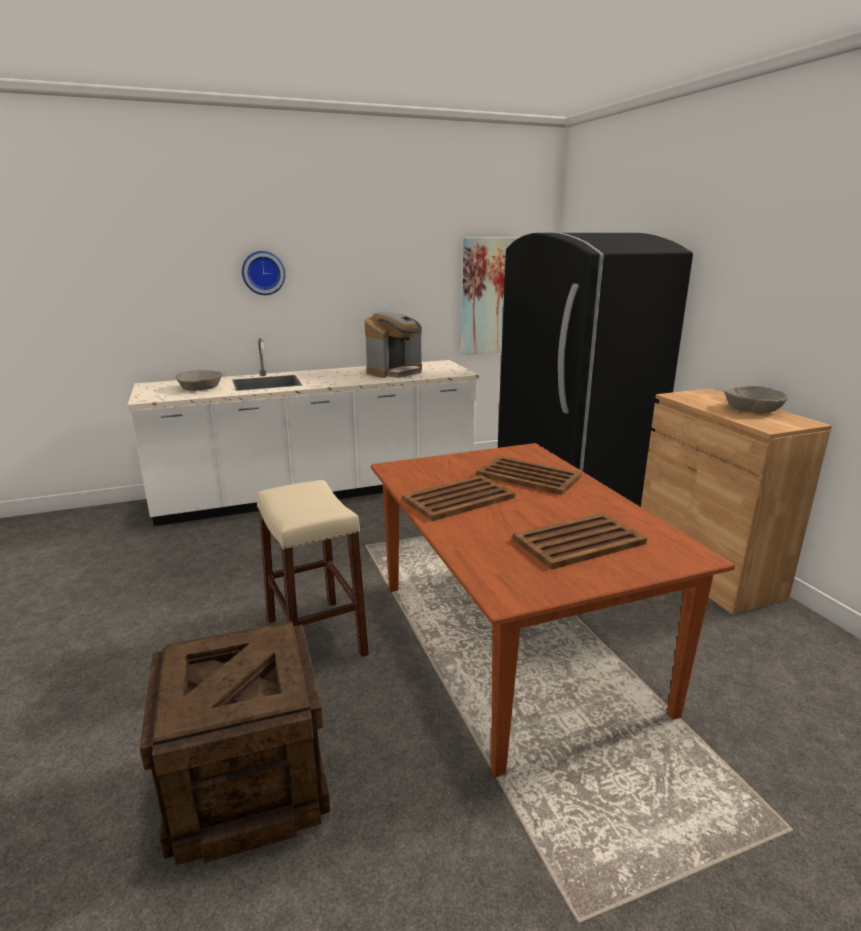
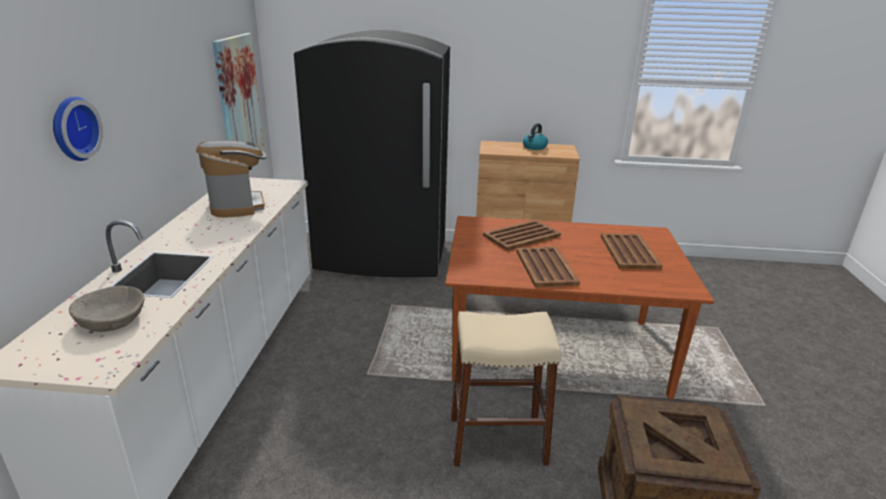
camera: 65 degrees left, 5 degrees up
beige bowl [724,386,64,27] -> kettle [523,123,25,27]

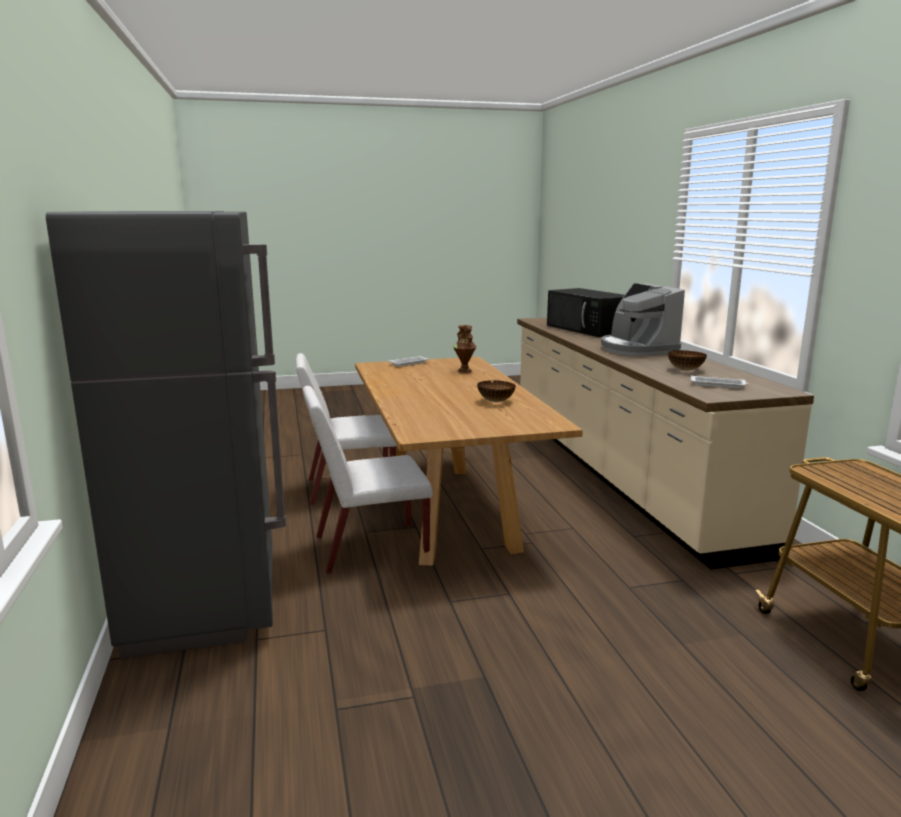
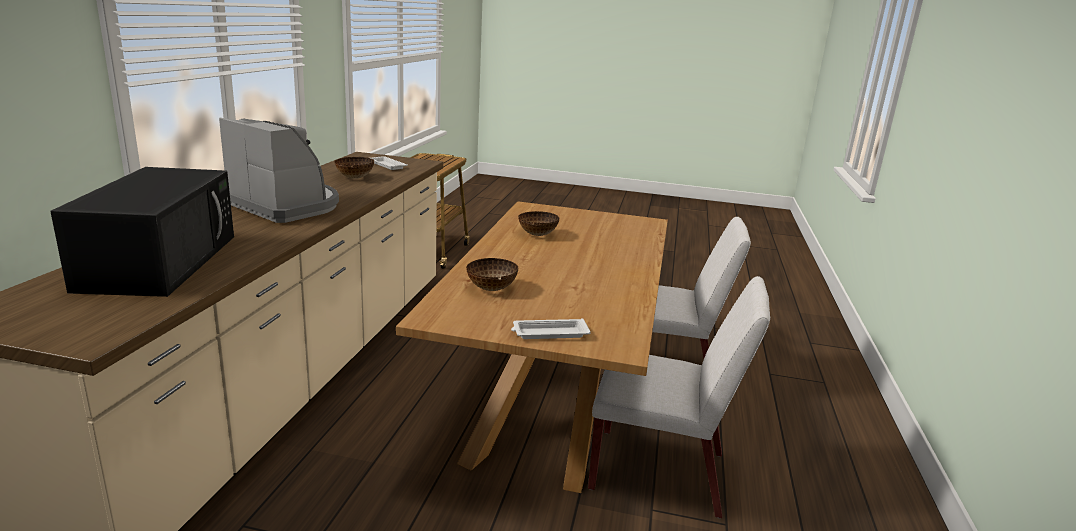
camera: 155 degrees left, 5 degrees up
grey fridge [46,211,240,448] -> none
brown vase [453,325,23,48] -> bowl [466,258,52,33]
coffee machine [601,283,84,73] -> coffee machine [219,118,120,105], 60 degrees counterclockwise

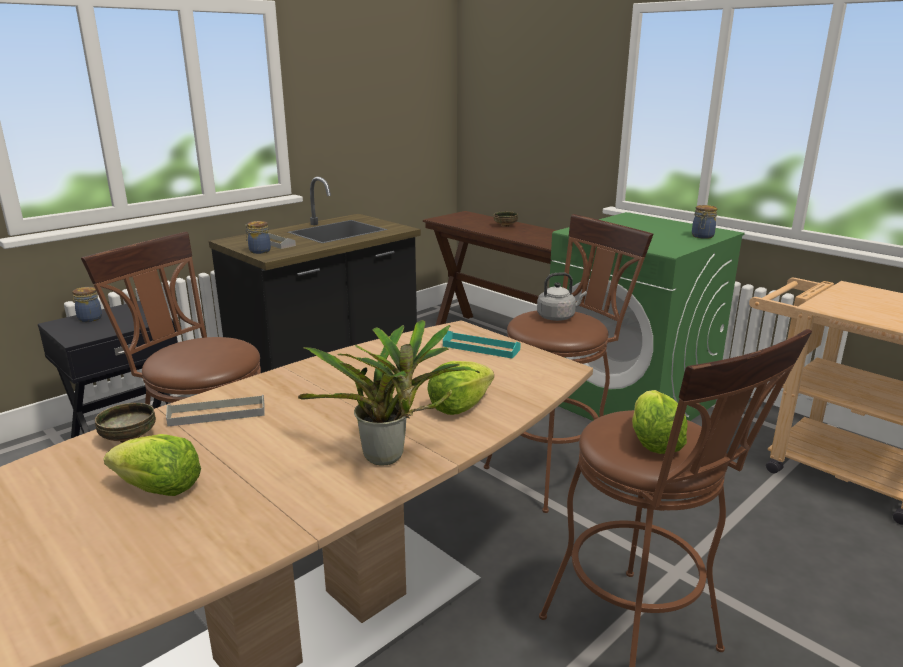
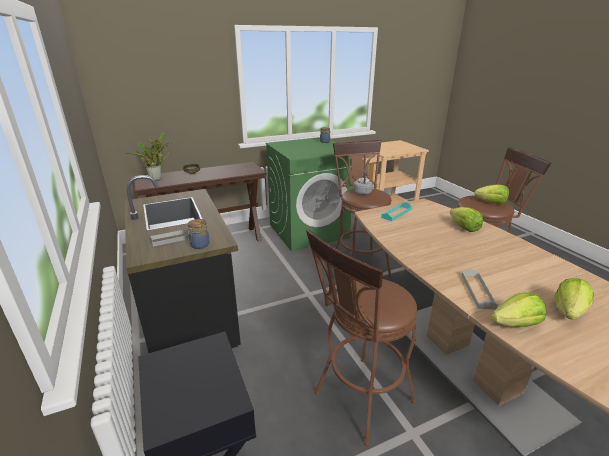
camera: 70 degrees left, 5 degrees up
jar [73,287,29,35] -> none
bowl [95,403,61,40] -> lettuce [491,292,55,35]
potted plant [298,320,182,146] -> potted plant [124,132,48,49], relocated

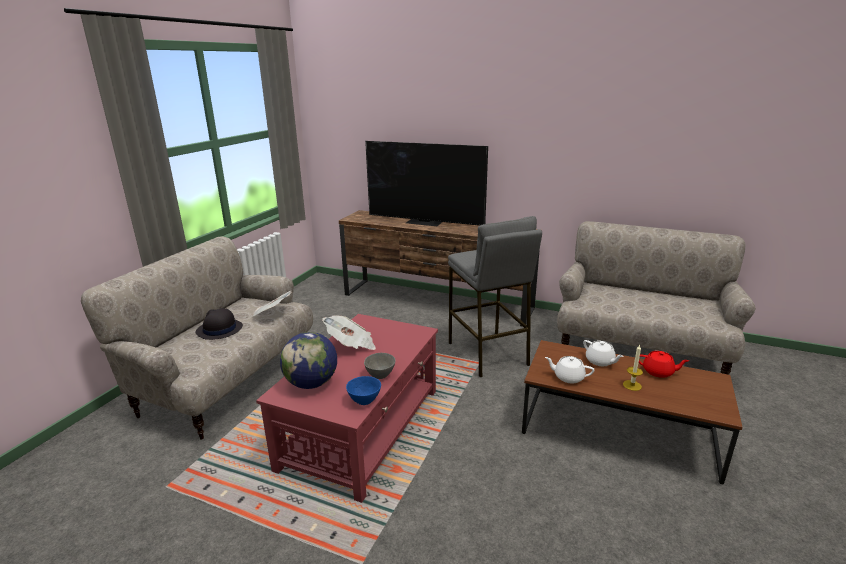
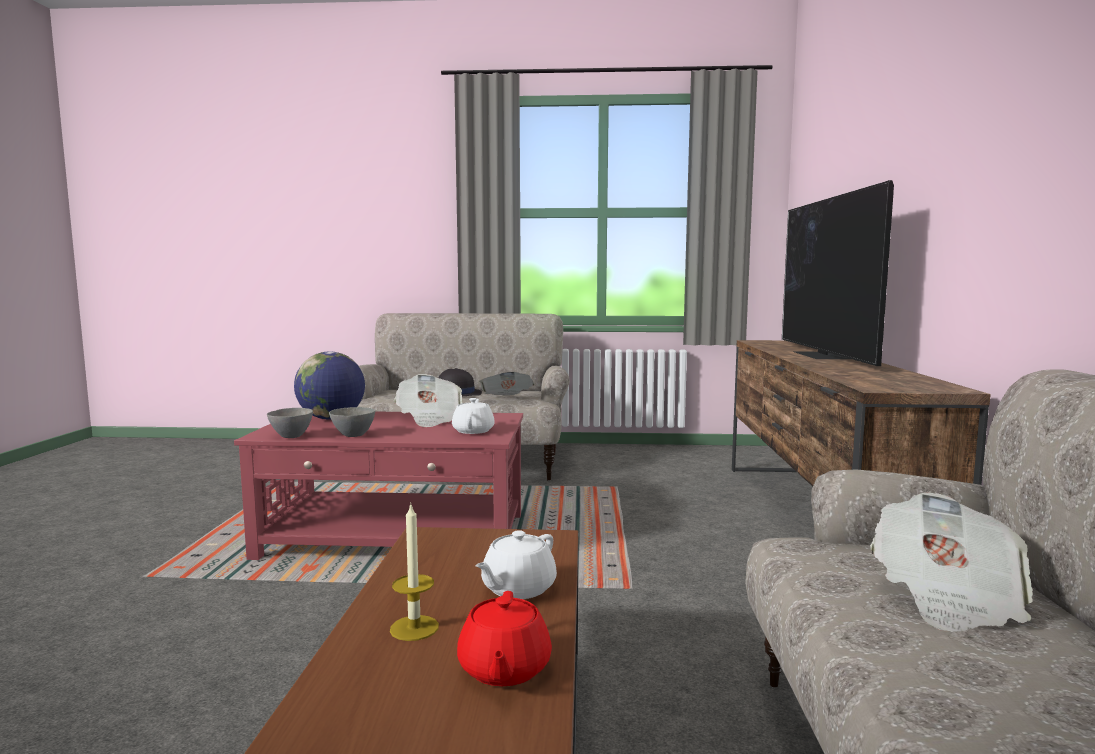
camera: 70 degrees right, 15 degrees down
blue bowl [346,376,35,29] -> grey bowl [267,408,46,30]
grey stool [448,216,94,161] -> none
white teapot [545,356,50,27] -> white teapot [452,398,43,36], relocated
none -> newspaper [870,493,163,139]

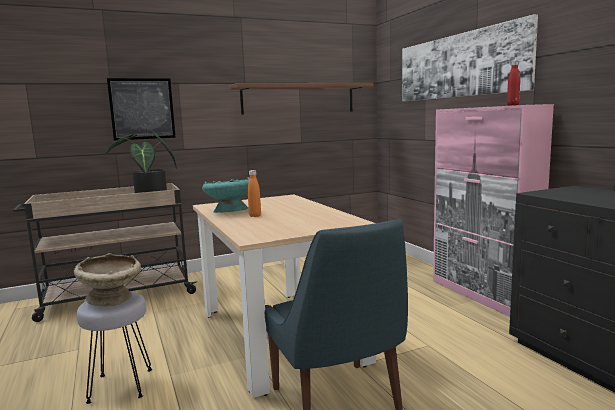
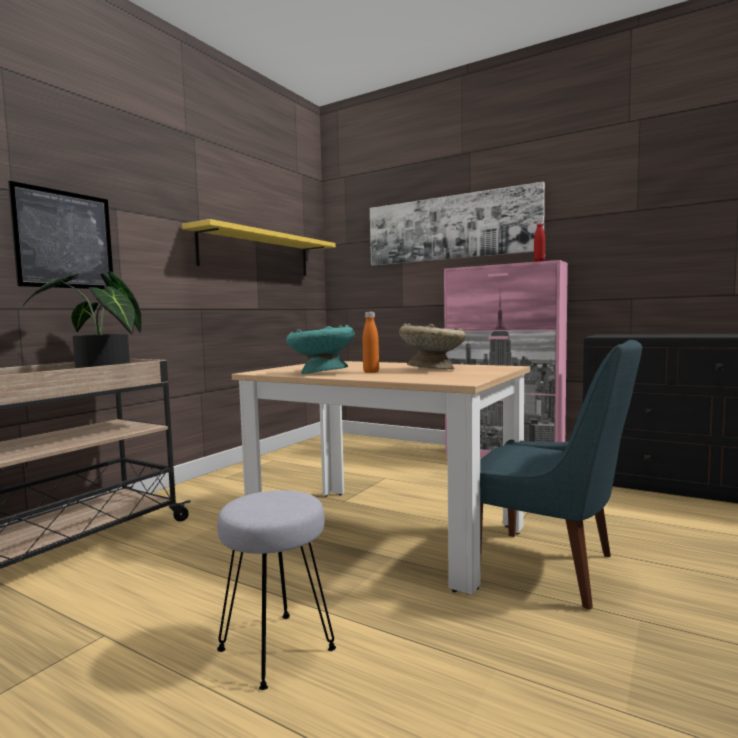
camera: 35 degrees left, 5 degrees down
beige bowl [74,253,67,54] -> beige bowl [399,323,67,47], relocated
brown shelf [229,83,145,32] -> yellow shelf [182,219,154,57]

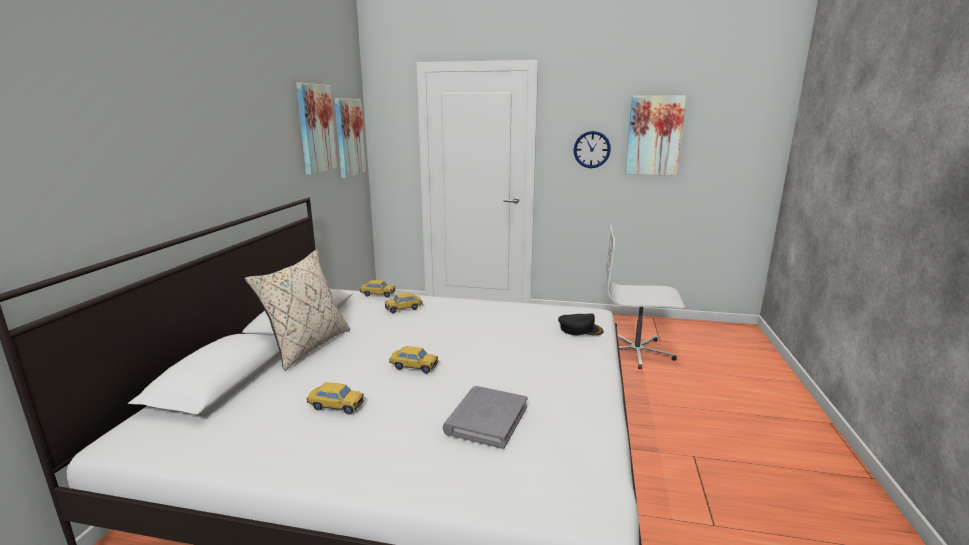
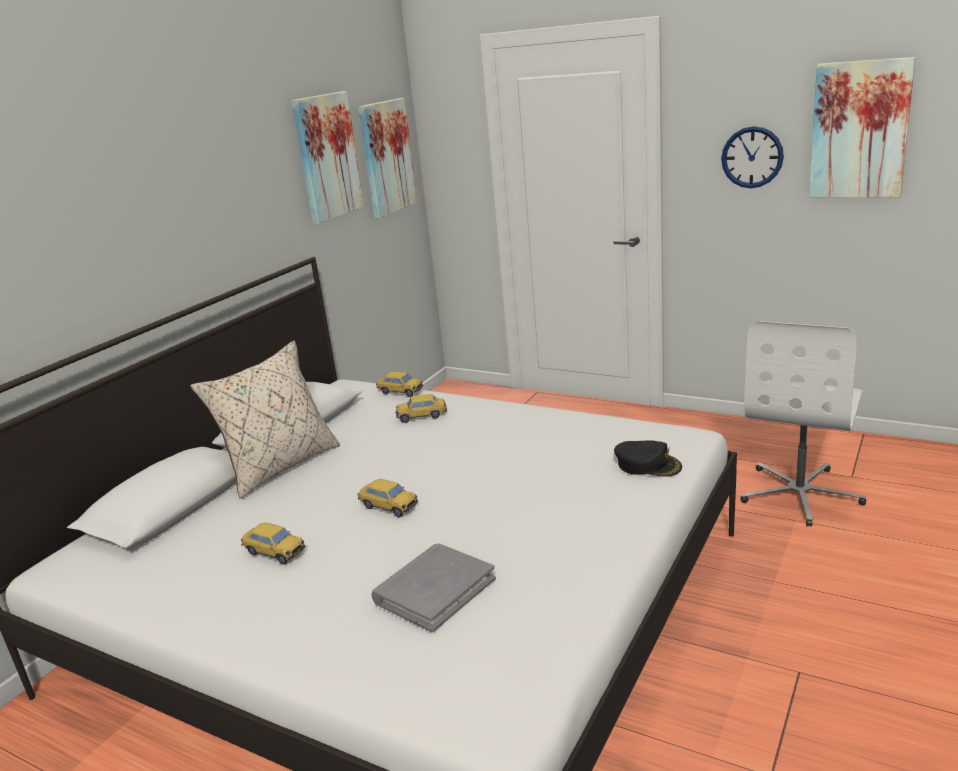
camera: 20 degrees right, 5 degrees up
white office chair [606,225,79,144] -> white office chair [741,321,125,206], 90 degrees counterclockwise

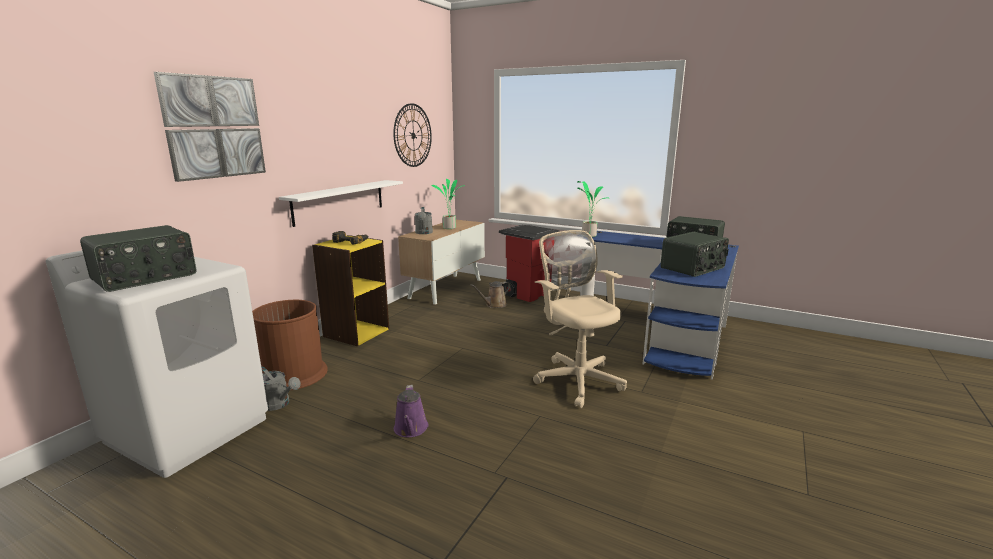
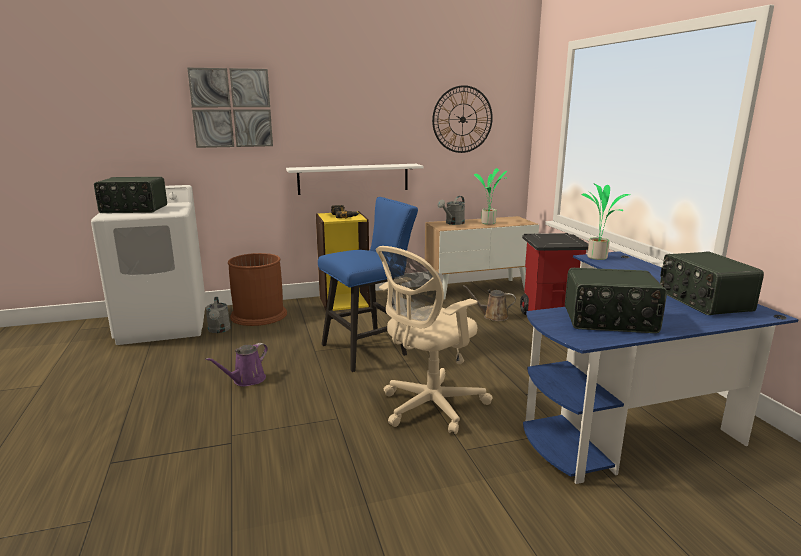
camera: 45 degrees right, 0 degrees up
beige office chair [533,230,94,178] -> beige office chair [376,246,117,188], 150 degrees counterclockwise
none -> blue stool [318,197,100,175]

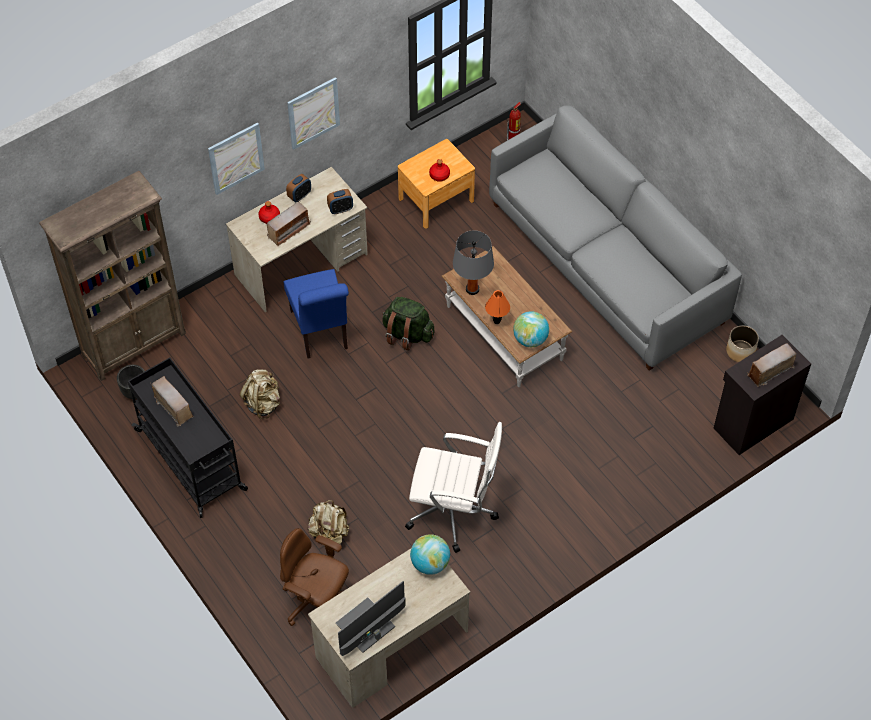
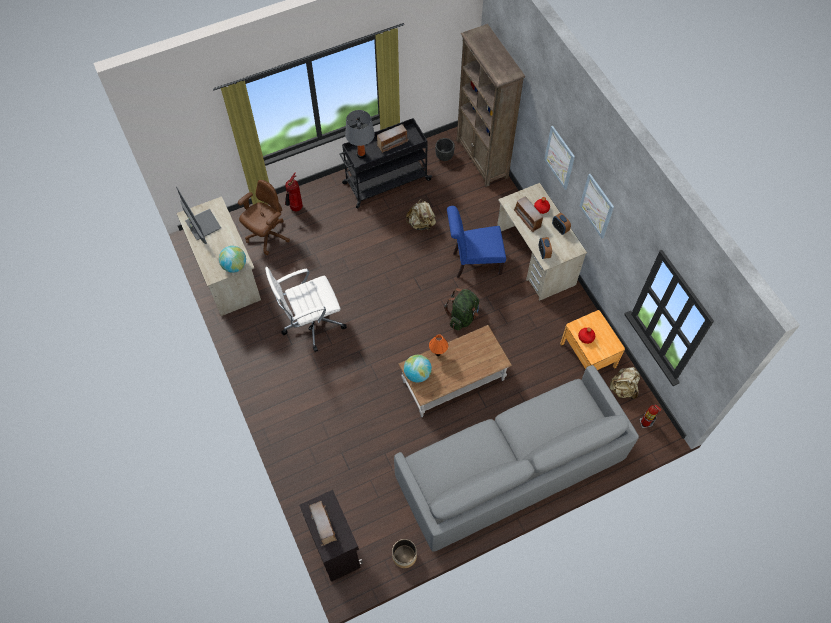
camera: 100 degrees right, 5 degrees up
beige backpack [308,500,41,44] -> beige backpack [610,367,30,32], relocated
white office chair [405,422,97,131] -> white office chair [265,267,82,85], 45 degrees clockwise
grey table lamp [453,230,41,65] -> grey table lamp [345,110,30,48], relocated
none -> fire extinguisher [285,173,18,39]

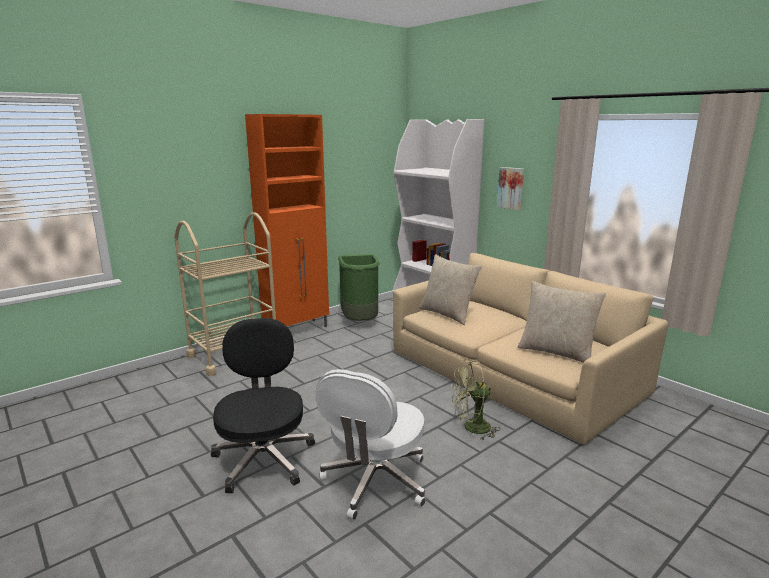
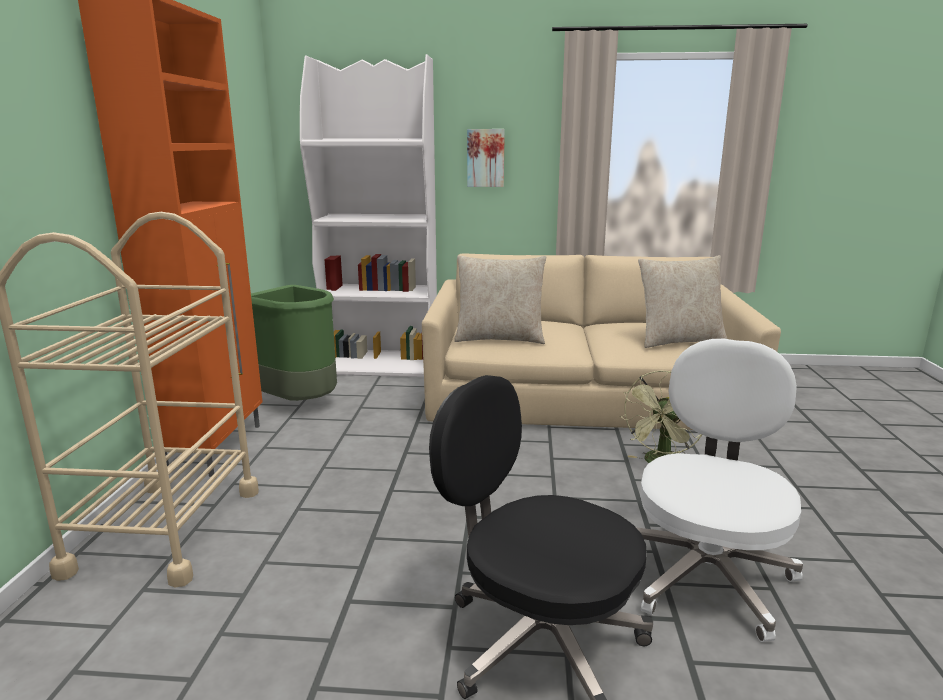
camera: 45 degrees left, 0 degrees up
white office chair [316,369,110,151] -> white office chair [636,339,167,303], 135 degrees counterclockwise

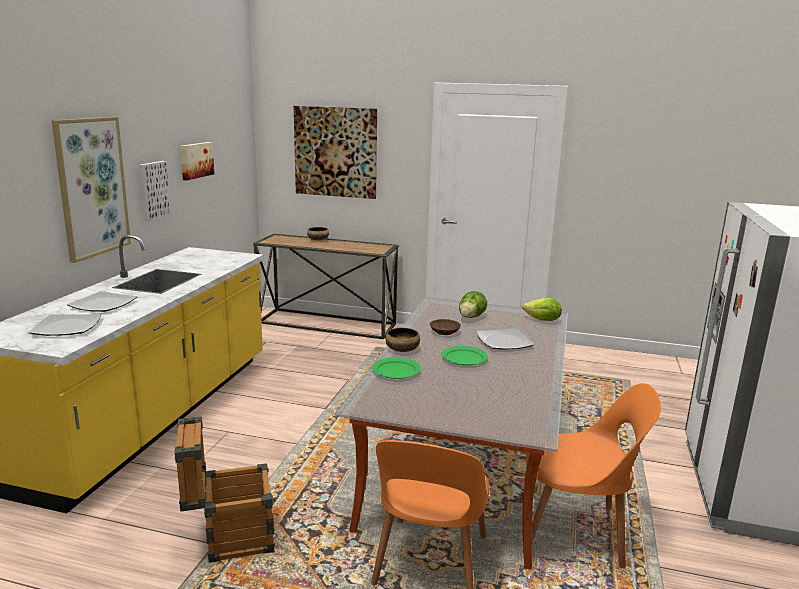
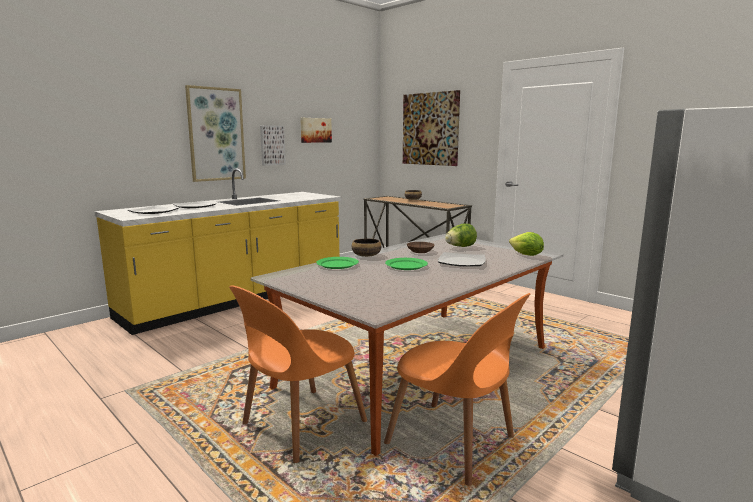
camera: 30 degrees right, 5 degrees down
crate [174,416,101,147] -> none

